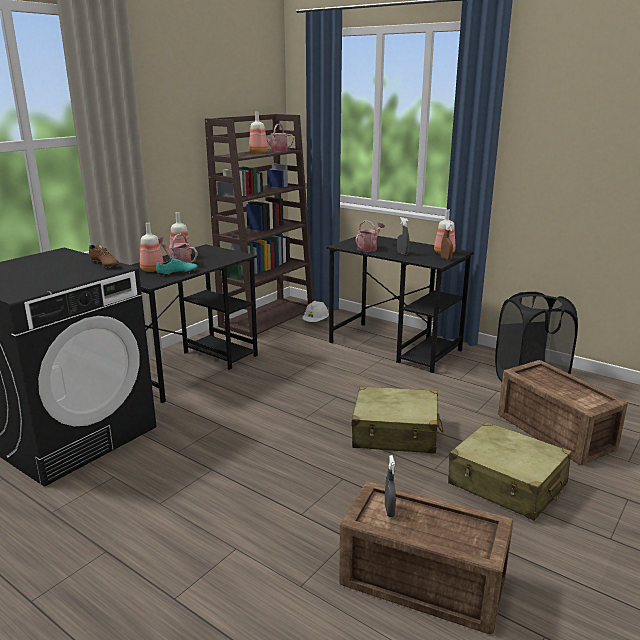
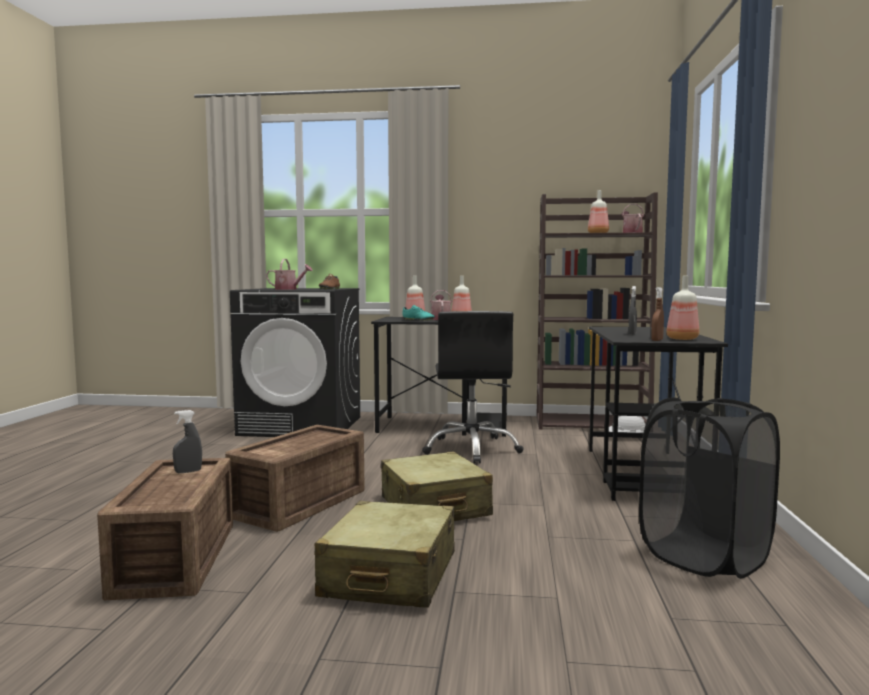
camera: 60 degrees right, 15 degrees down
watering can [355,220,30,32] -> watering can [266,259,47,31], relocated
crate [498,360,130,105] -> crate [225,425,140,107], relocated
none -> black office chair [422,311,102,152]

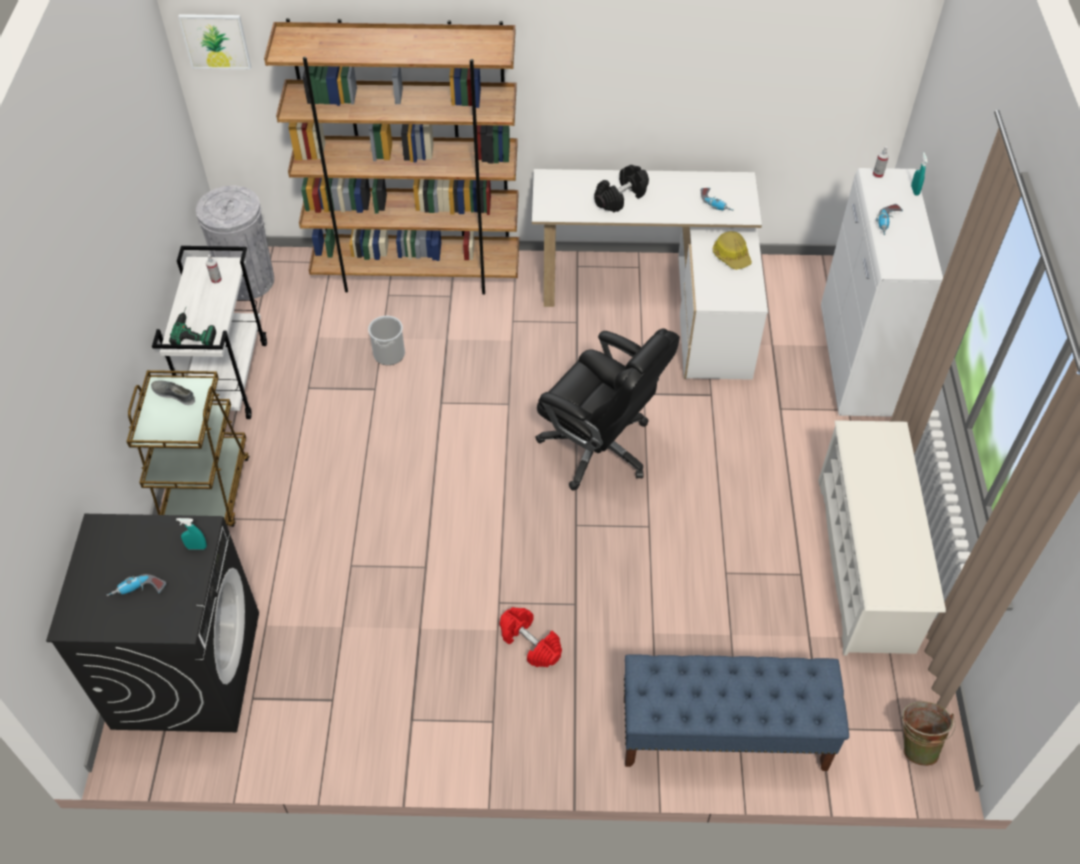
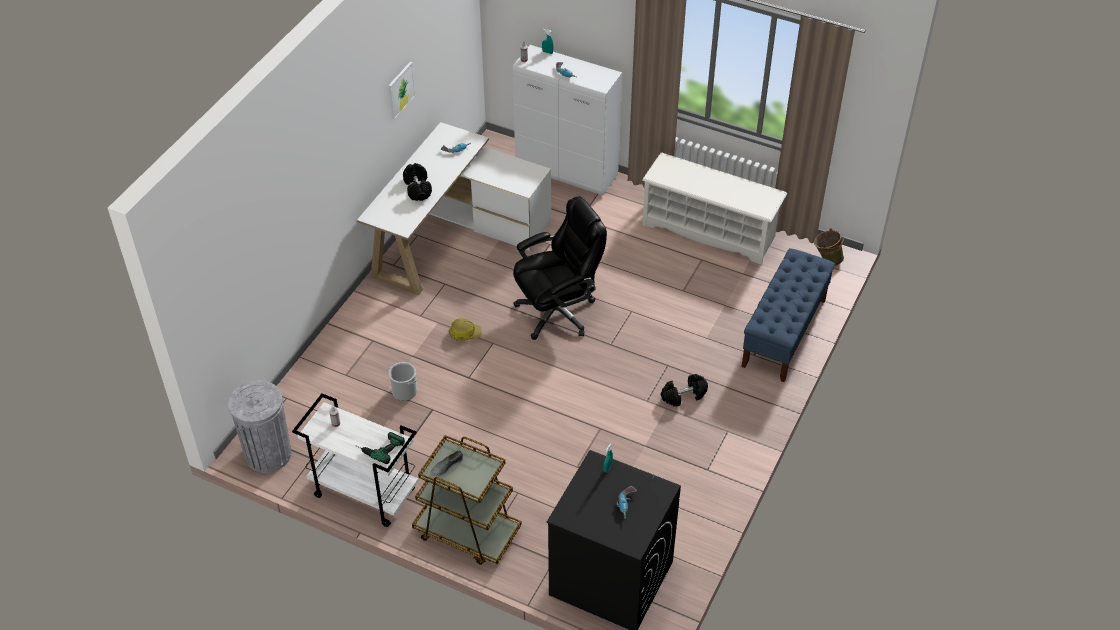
camera: 65 degrees left, 5 degrees down
picture [178,14,73,55] -> picture [388,62,28,57], relocated
brown bookcase [264,18,255,277] -> none
red dumbbell [499,607,63,60] -> black dumbbell [661,374,47,33]
hard hat [713,231,39,39] -> hard hat [449,318,33,23], relocated

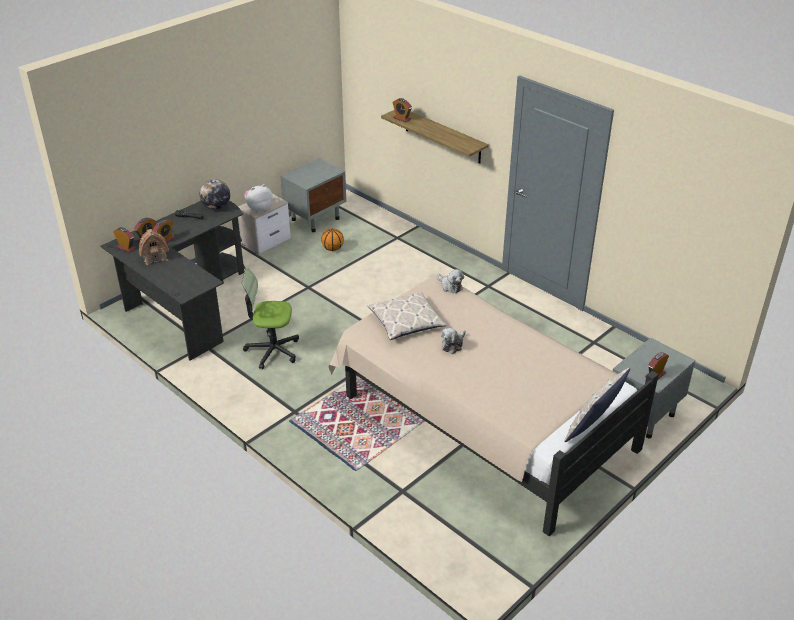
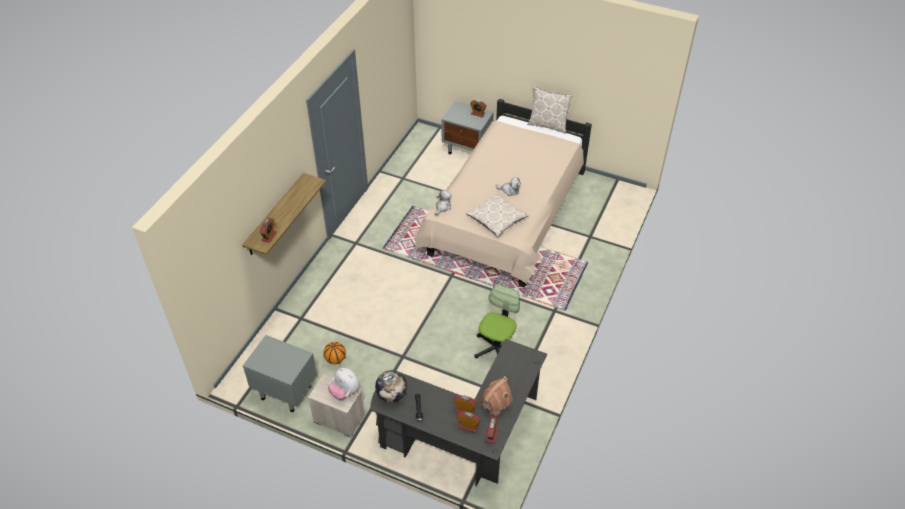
camera: 110 degrees left, 10 degrees up
office chair [242,268,57,101] -> office chair [474,284,46,74], 135 degrees counterclockwise

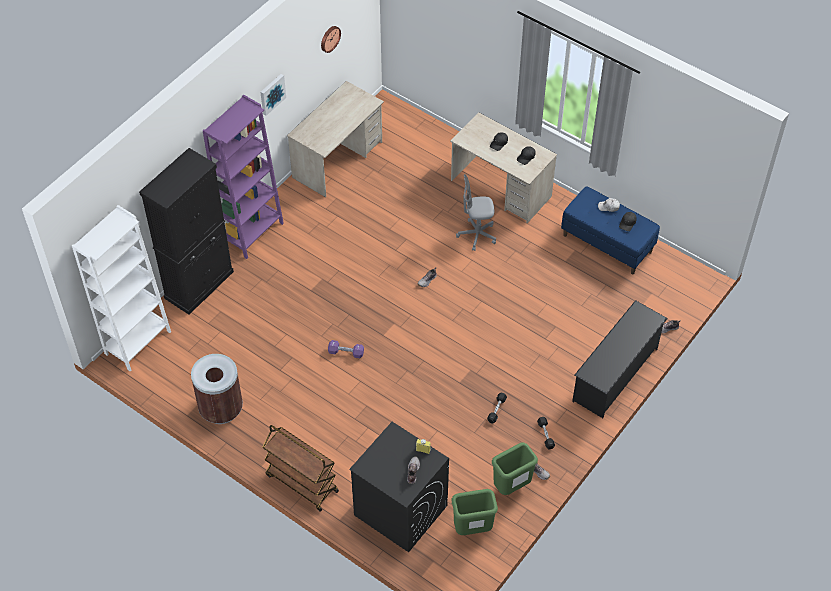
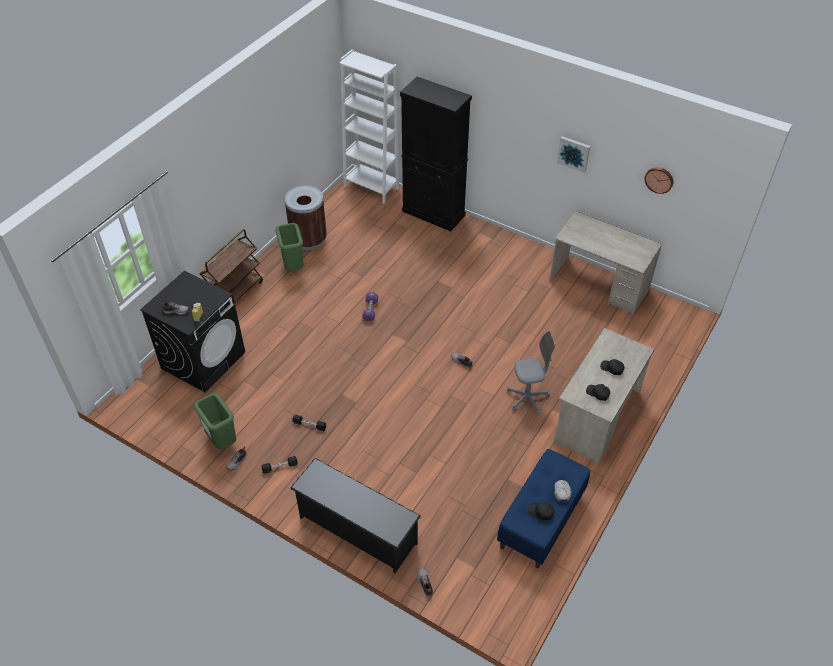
camera: 85 degrees right, 5 degrees down
purple bookcase [203,94,81,165] -> none
green trash can [452,489,46,46] -> green trash can [275,223,28,48], relocated
grey office chair [456,174,40,77] -> grey office chair [507,331,48,84], 90 degrees clockwise

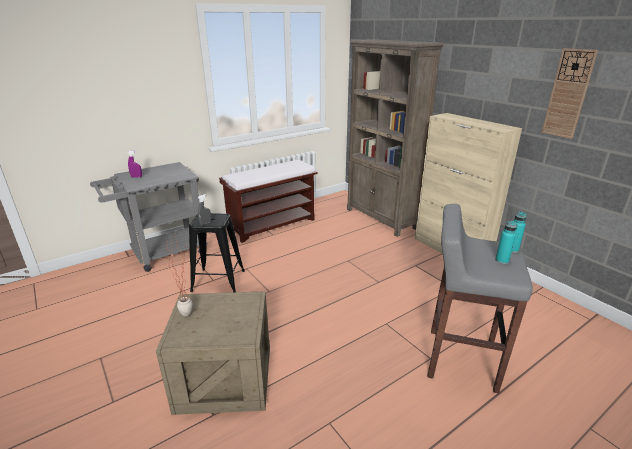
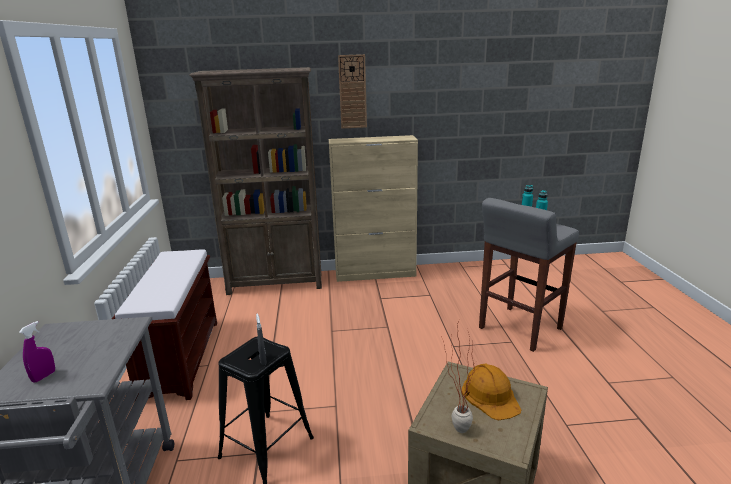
camera: 60 degrees left, 5 degrees down
wall clock [542,48,56,91] -> wall clock [338,54,29,74], relocated
none -> orange hard hat [462,364,59,56]

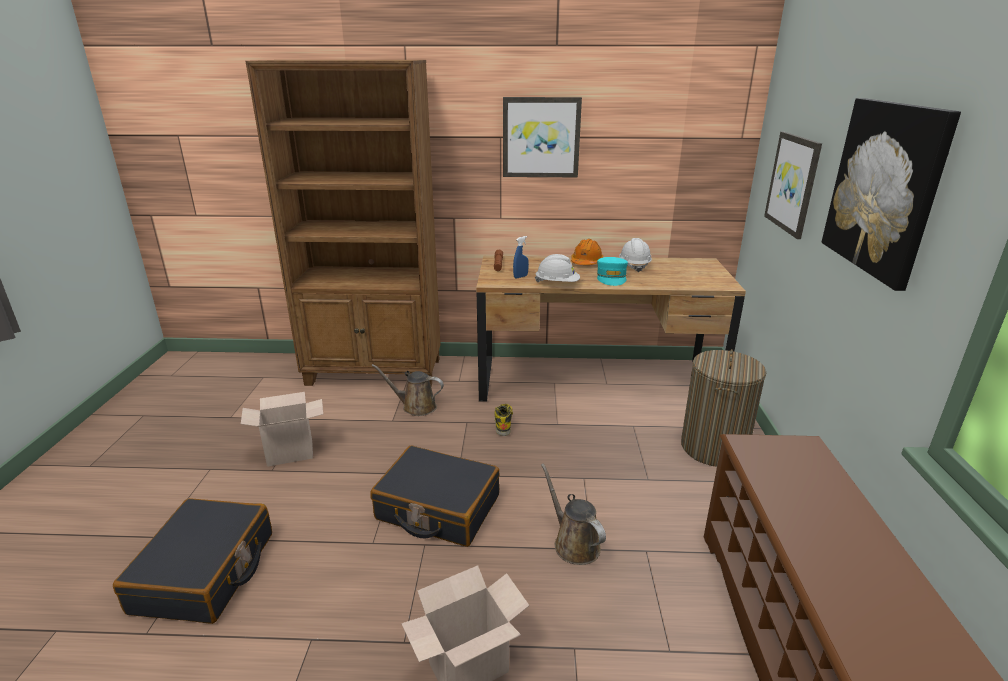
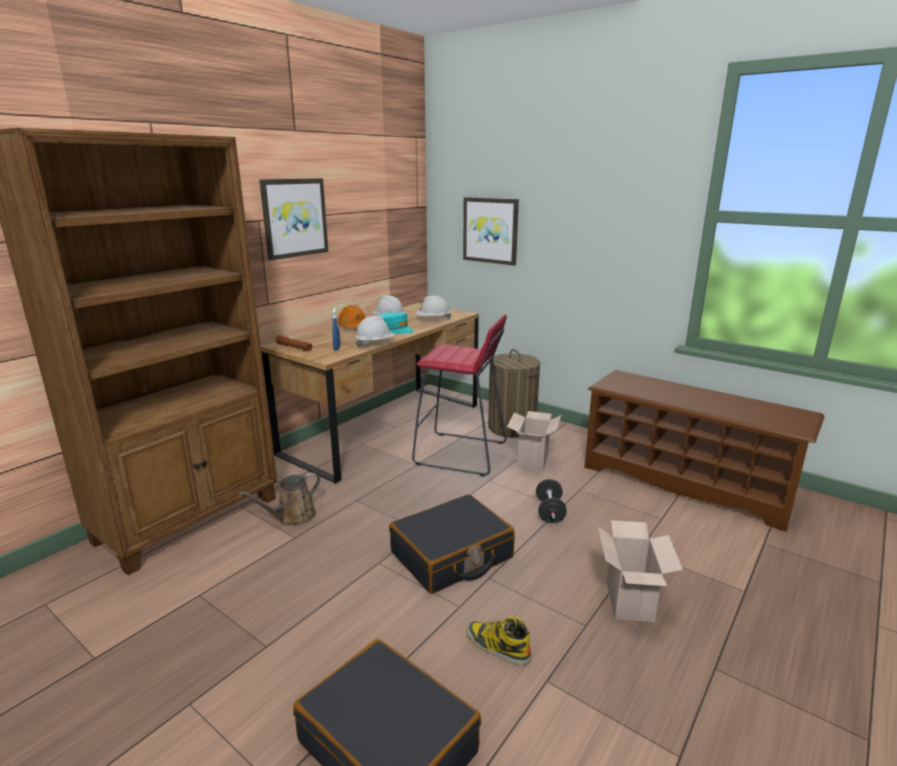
camera: 55 degrees left, 5 degrees down
cardboard box [241,392,82,74] -> cardboard box [507,411,54,60], relocated
boot [494,404,19,32] -> boot [466,617,65,49], relocated
brown watering can [541,463,65,102] -> black dumbbell [536,479,31,44]
picture [821,98,140,193] -> none
none -> red stool [412,315,95,162]
none -> white hard hat [415,296,36,23]

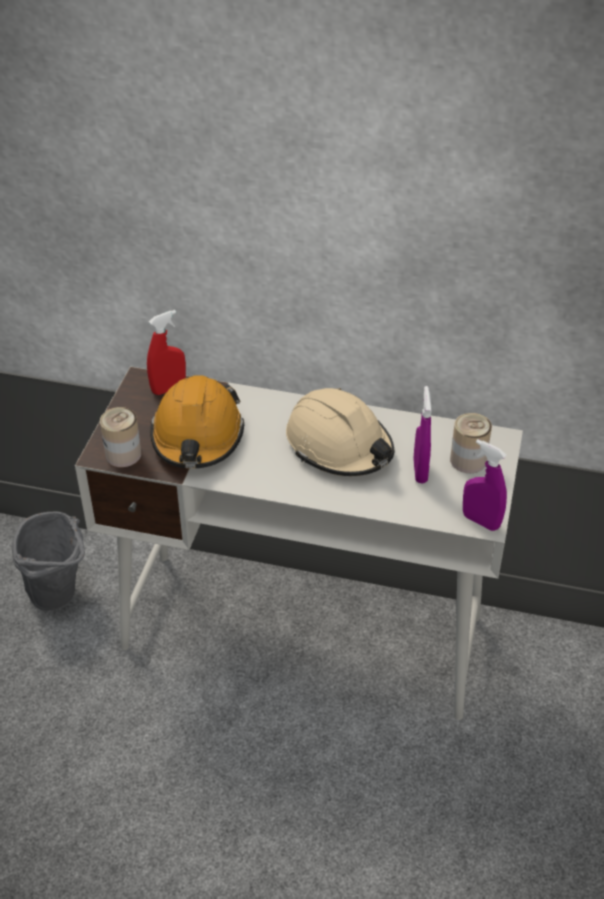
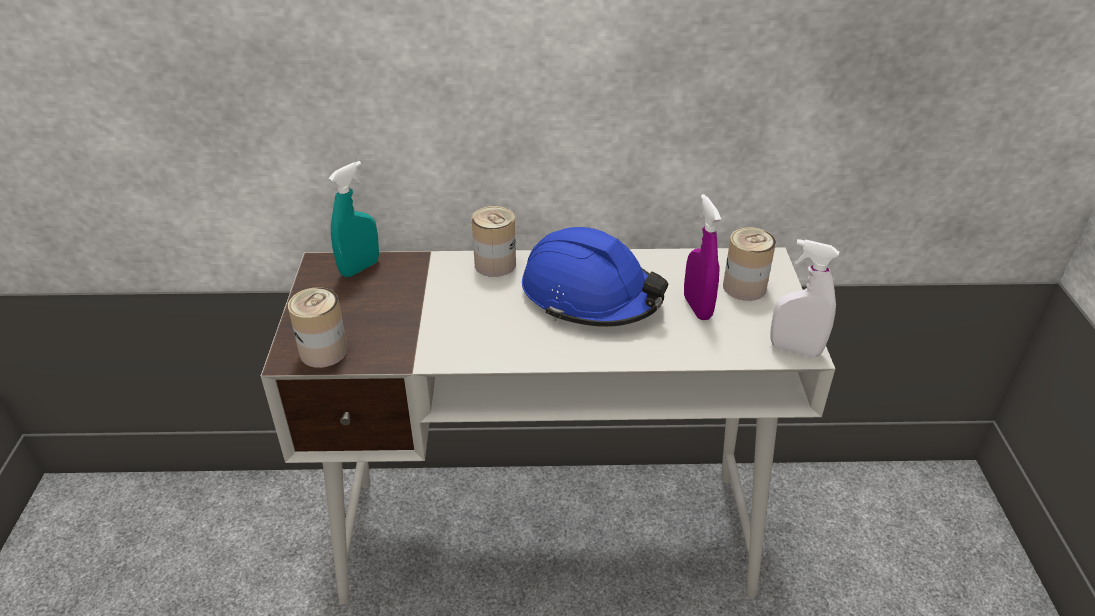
camera: 15 degrees left, 5 degrees down
grey bucket [12,512,73,99] -> none
red spray bottle [147,310,39,85] -> turquoise spray bottle [328,161,51,116]
orange hard hat [150,375,94,94] -> none
beige hard hat [286,388,108,88] -> blue hard hat [522,227,147,100]
purple spray bottle [463,439,44,92] -> white spray bottle [770,239,69,119]
none -> can [472,206,44,71]

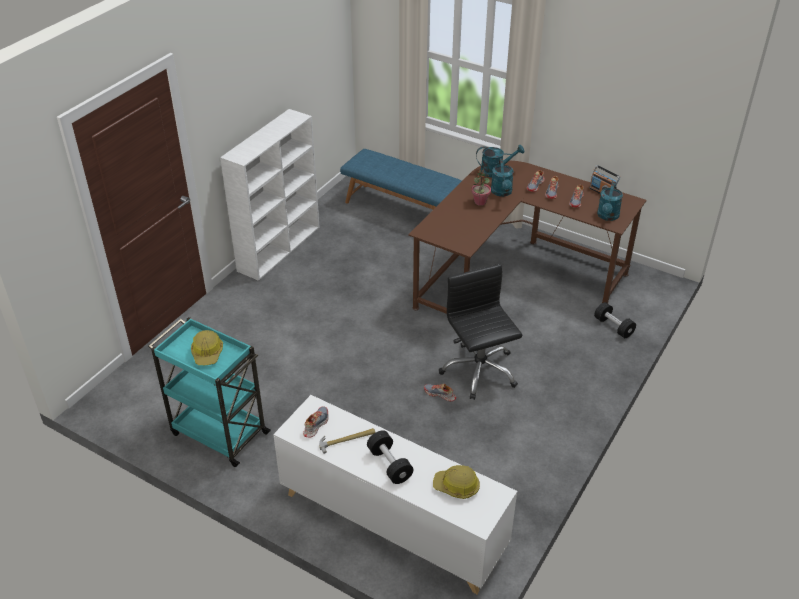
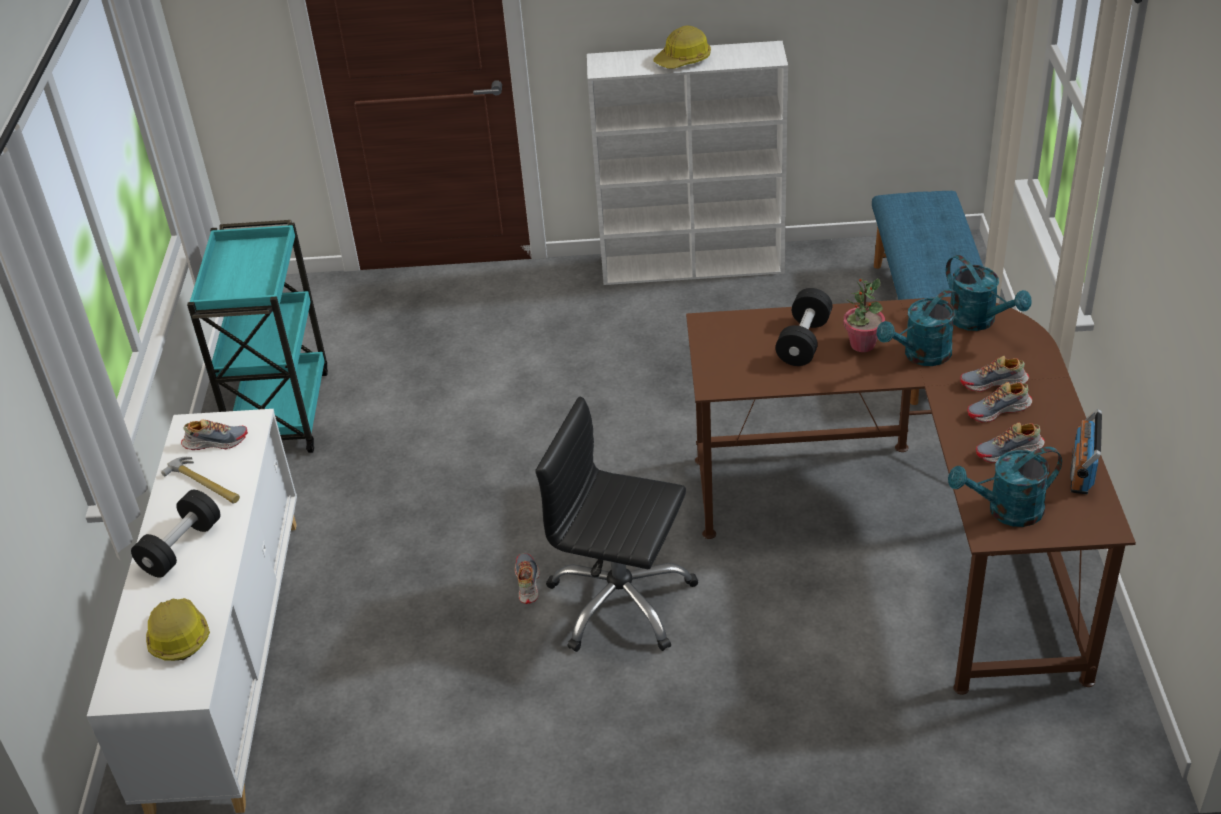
camera: 60 degrees right, 0 degrees up
hard hat [191,330,32,35] -> hard hat [653,26,58,43], relocated
black office chair [439,264,83,136] -> black office chair [535,396,164,256], 105 degrees counterclockwise
black dumbbell [594,302,42,36] -> black dumbbell [775,288,57,78], relocated

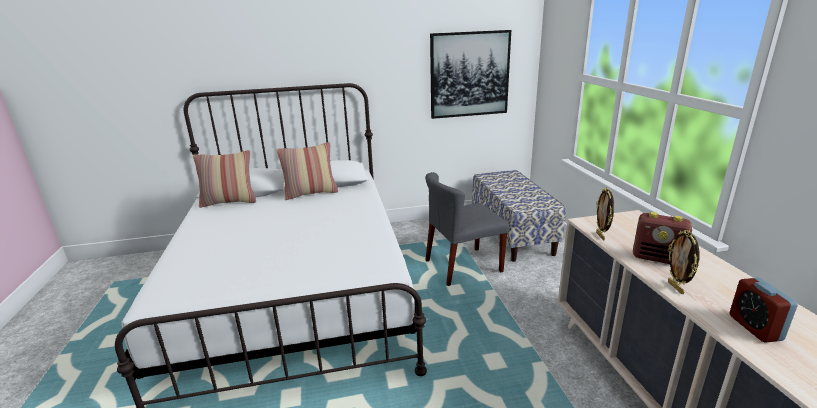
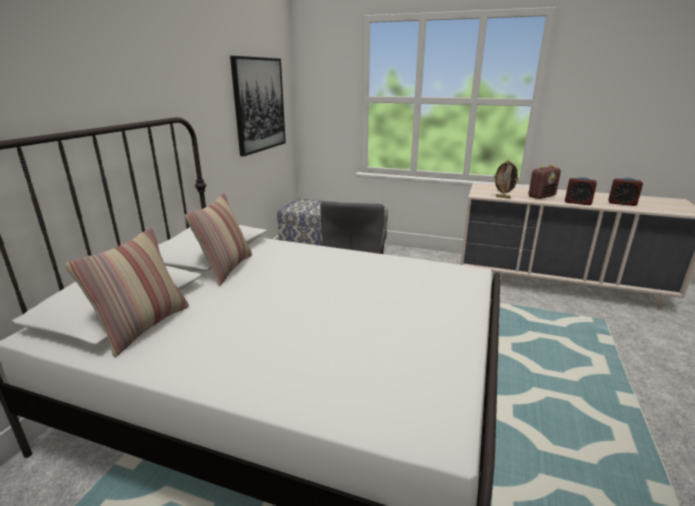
camera: 60 degrees left, 0 degrees up
picture frame [668,230,31,64] -> alarm clock [565,177,32,28]

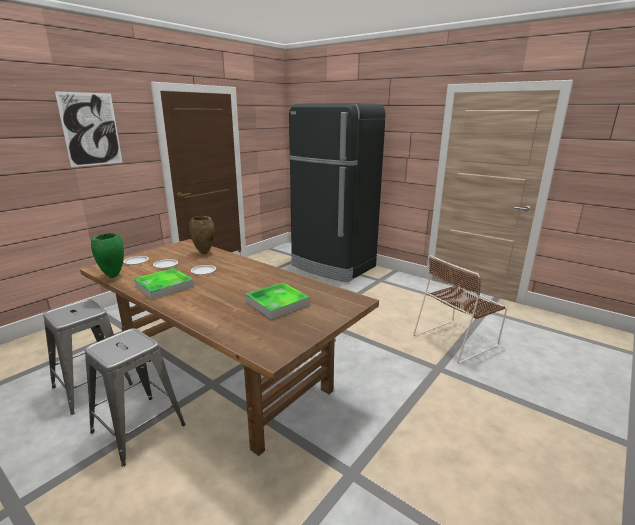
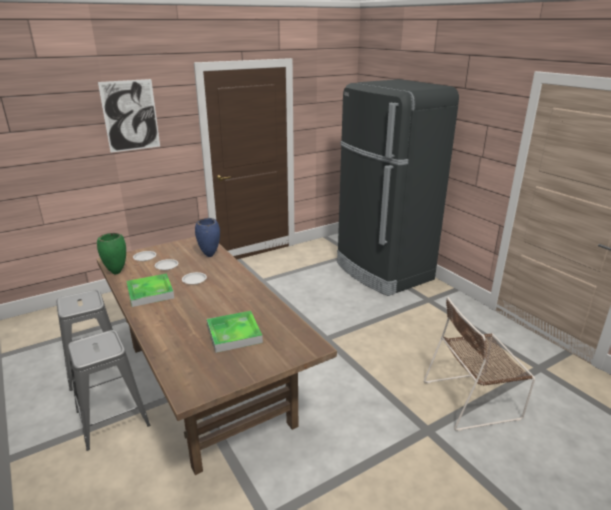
camera: 20 degrees right, 5 degrees up
brown vase [189,216,26,38] -> blue vase [195,218,25,39]

